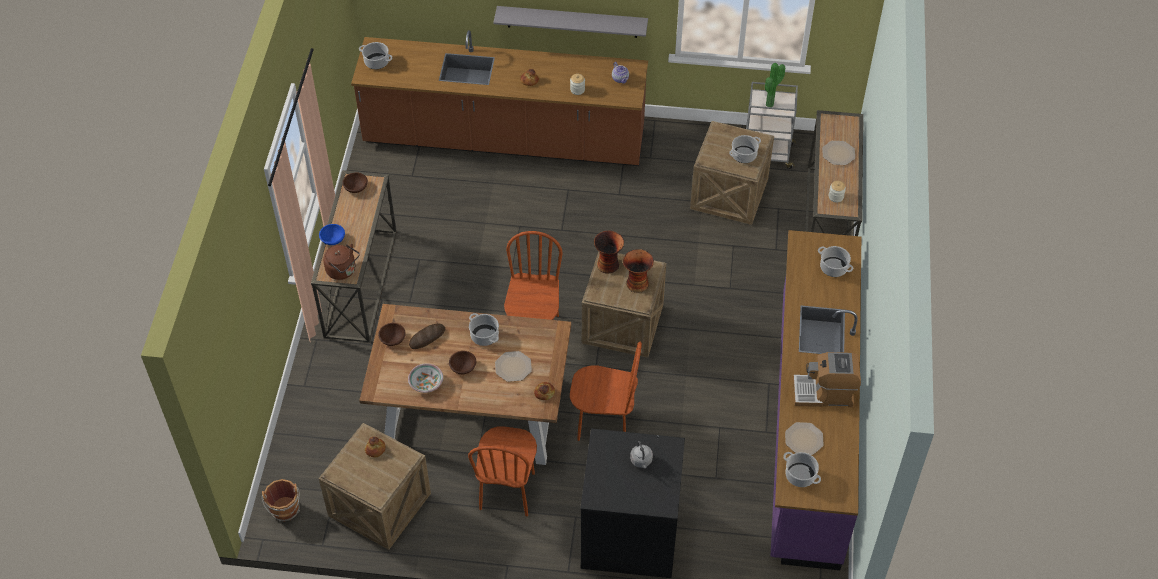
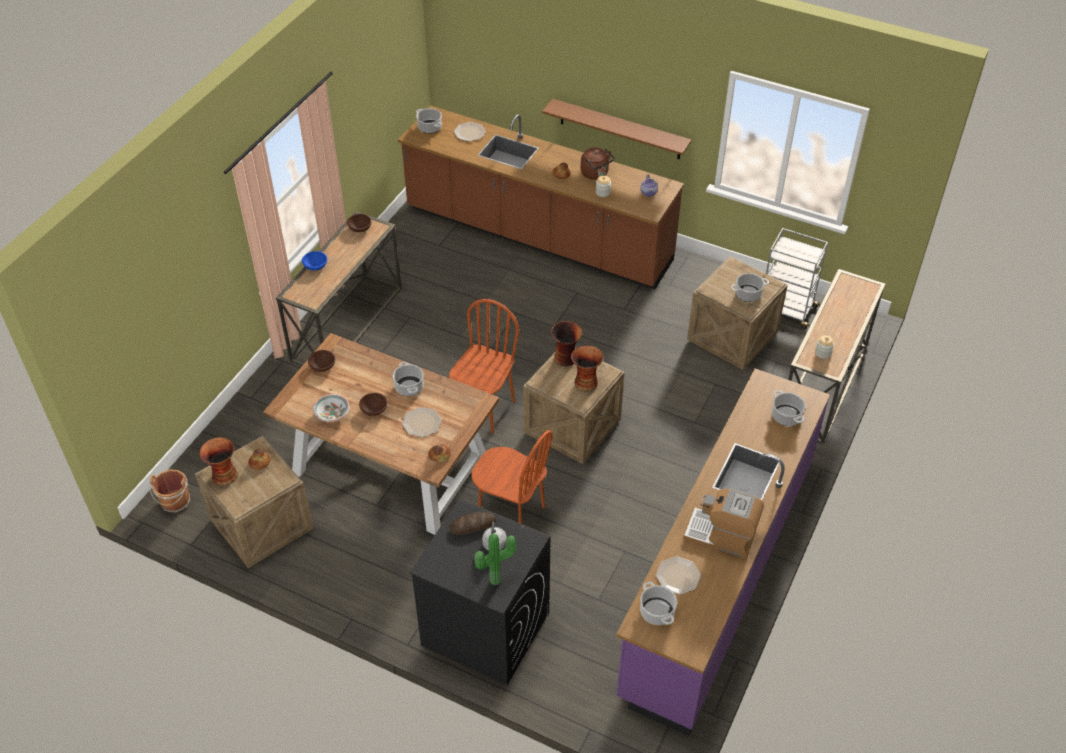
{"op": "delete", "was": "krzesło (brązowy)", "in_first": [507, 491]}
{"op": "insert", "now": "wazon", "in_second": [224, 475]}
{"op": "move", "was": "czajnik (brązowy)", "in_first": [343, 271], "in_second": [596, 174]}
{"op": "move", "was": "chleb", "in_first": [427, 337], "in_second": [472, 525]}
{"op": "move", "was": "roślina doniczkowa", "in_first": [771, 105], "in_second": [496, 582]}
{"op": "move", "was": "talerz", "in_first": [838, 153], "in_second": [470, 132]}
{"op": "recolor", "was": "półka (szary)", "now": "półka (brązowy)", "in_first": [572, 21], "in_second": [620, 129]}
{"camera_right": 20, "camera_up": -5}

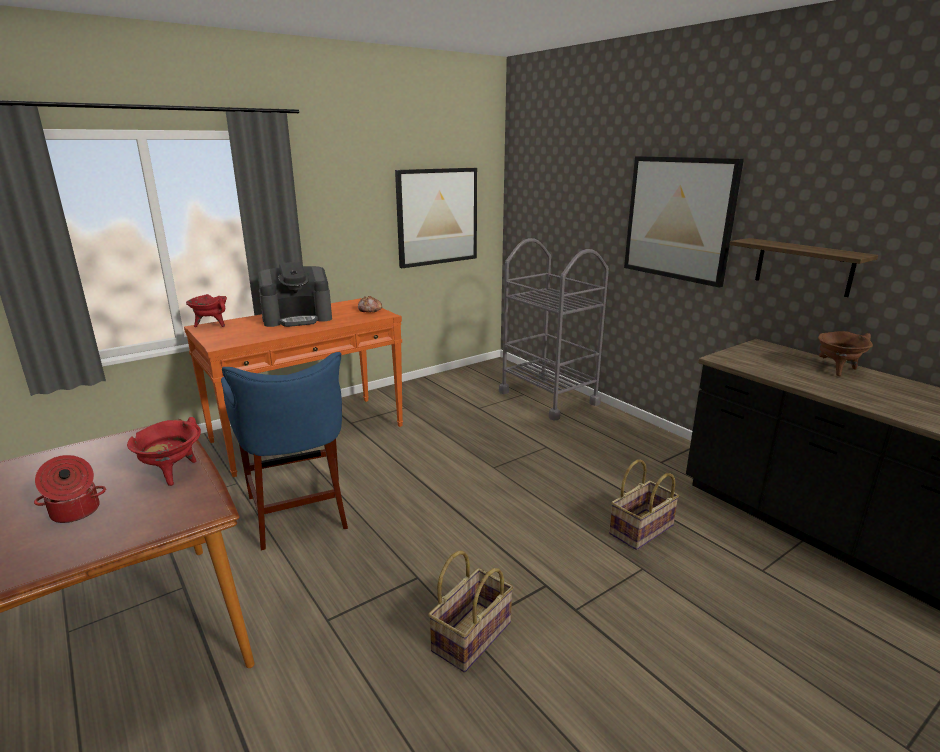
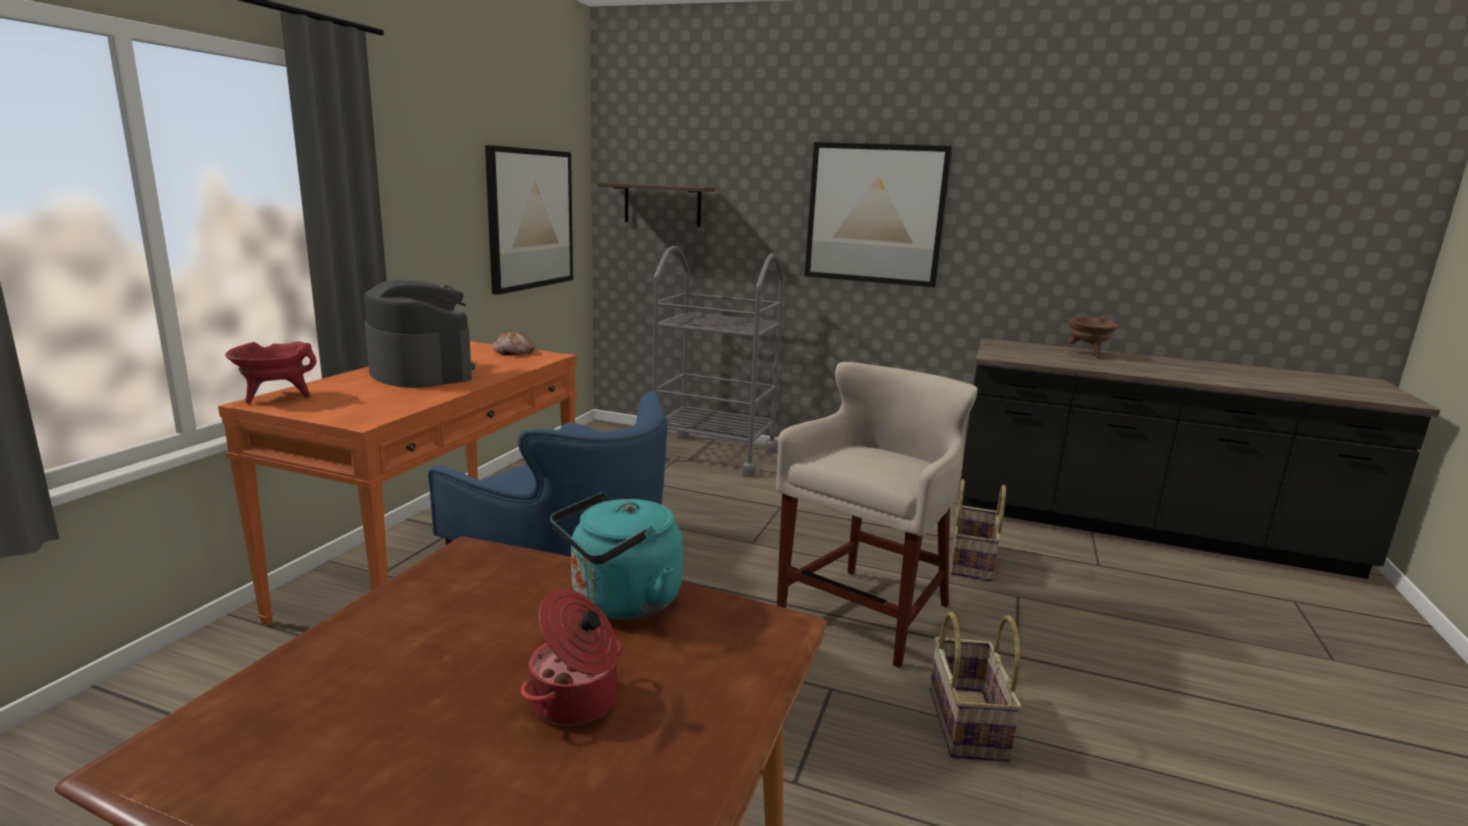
{"op": "insert", "now": "stołek (beżowy)", "in_second": [866, 614]}
{"op": "move", "was": "półka", "in_first": [803, 267], "in_second": [662, 204]}
{"op": "replace", "was": "garnek (czerwony)", "now": "czajnik (turkusowy)", "in_first": [171, 473], "in_second": [620, 603]}
{"op": "rotate", "was": "ekspres do kawy", "in_first": [297, 318], "in_second": [421, 372], "clockwise": -75}
{"camera_right": -35, "camera_up": -5}

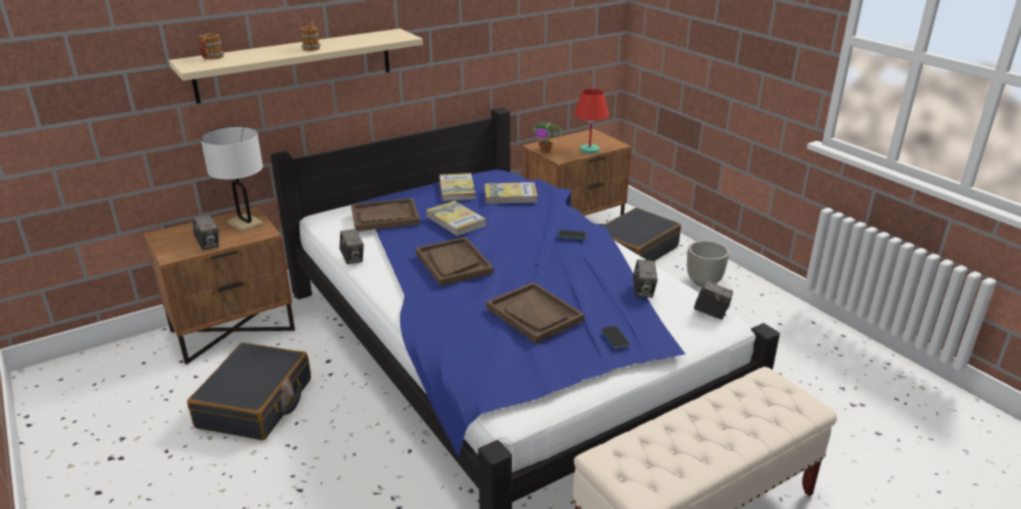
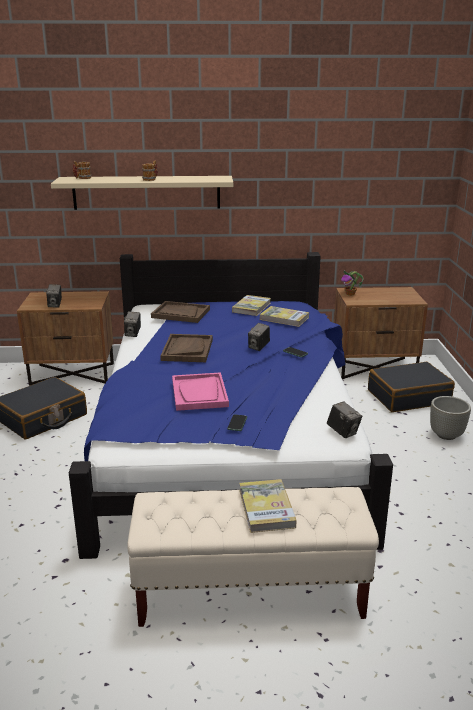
{"op": "delete", "was": "lampa stołowa (biały)", "in_first": [245, 223]}
{"op": "delete", "was": "lampa stołowa (czerwony)", "in_first": [590, 150]}
{"op": "move", "was": "książka", "in_first": [455, 221], "in_second": [266, 508]}
{"op": "move", "was": "aparat fotograficzny", "in_first": [643, 291], "in_second": [259, 347]}
{"op": "recolor", "was": "taca (brązowy)", "now": "taca (różowy)", "in_first": [534, 314], "in_second": [199, 393]}
{"camera_right": 30, "camera_up": -5}

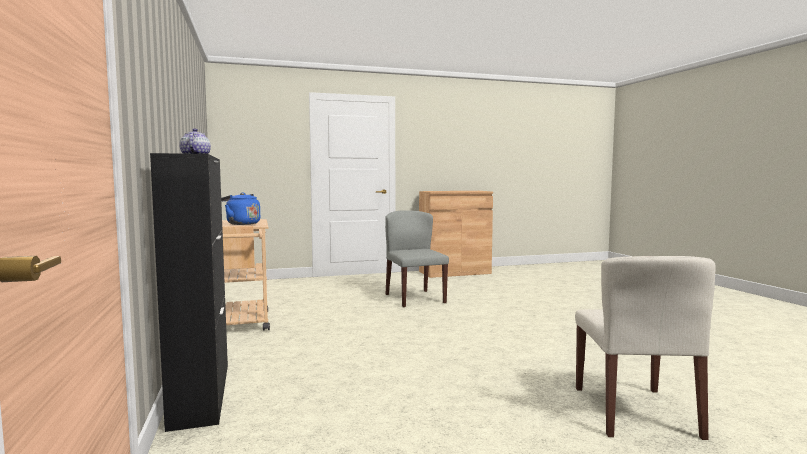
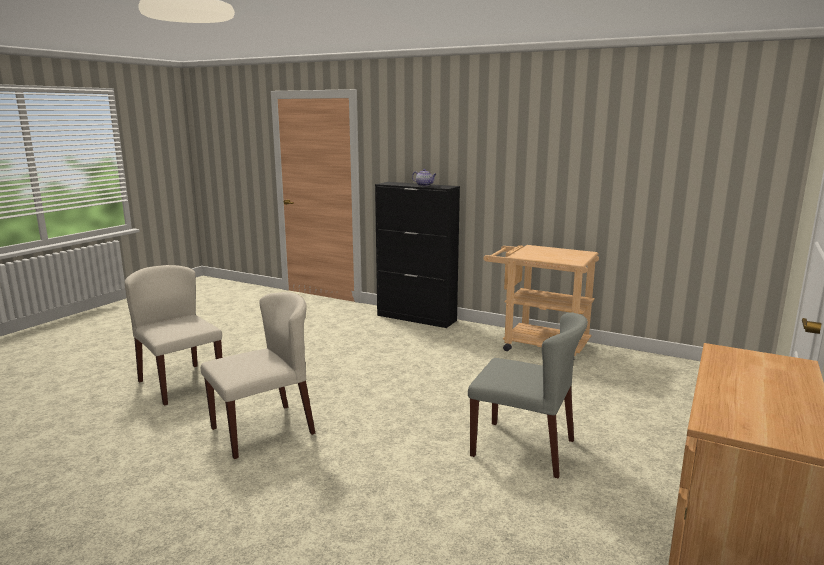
{"op": "delete", "was": "czajnik (niebieski)", "in_first": [241, 224]}
{"op": "insert", "now": "krzesło (beżowy)", "in_second": [263, 430]}
{"camera_right": 135, "camera_up": 10}

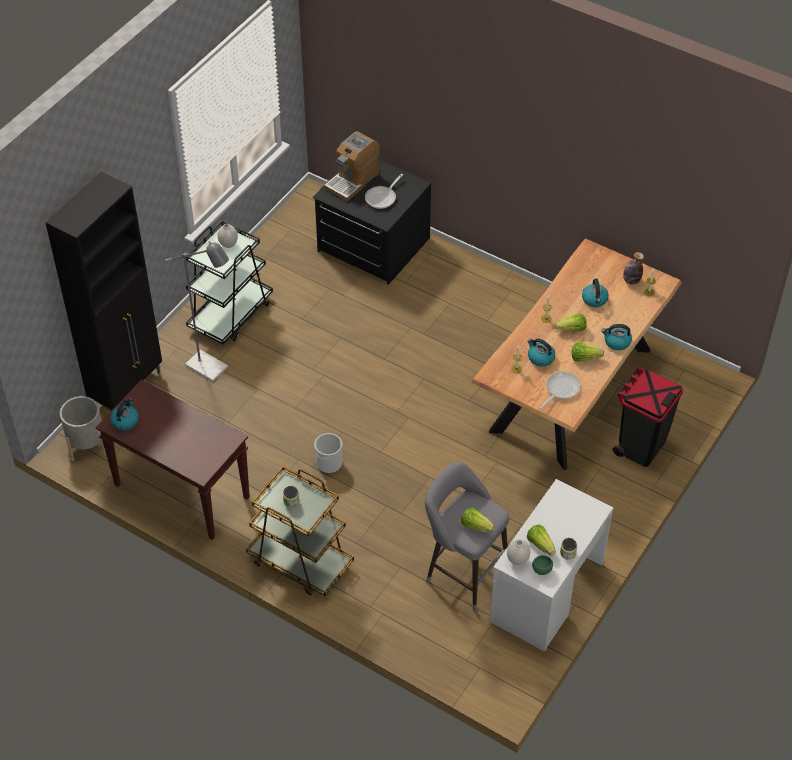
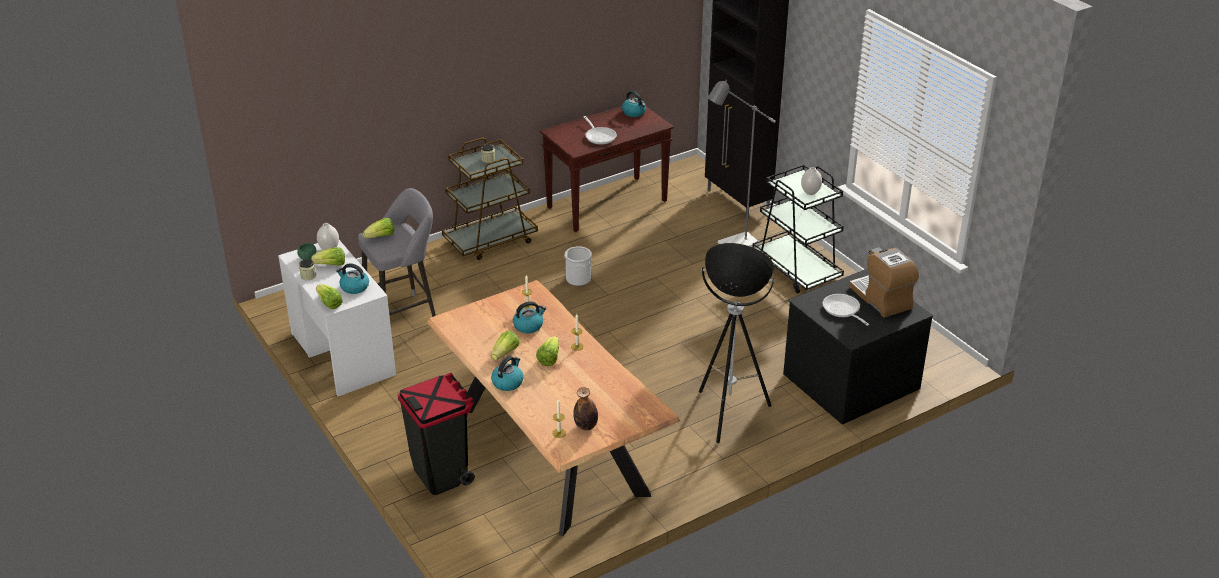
{"op": "delete", "was": "donica (szary)", "in_first": [87, 444]}
{"op": "insert", "now": "sałata", "in_second": [329, 303]}
{"op": "insert", "now": "lampa stojąca", "in_second": [728, 415]}
{"op": "move", "was": "patelnia", "in_first": [560, 389], "in_second": [599, 136]}
{"op": "move", "was": "czajnik", "in_first": [594, 300], "in_second": [354, 287]}
{"camera_right": 115, "camera_up": -15}

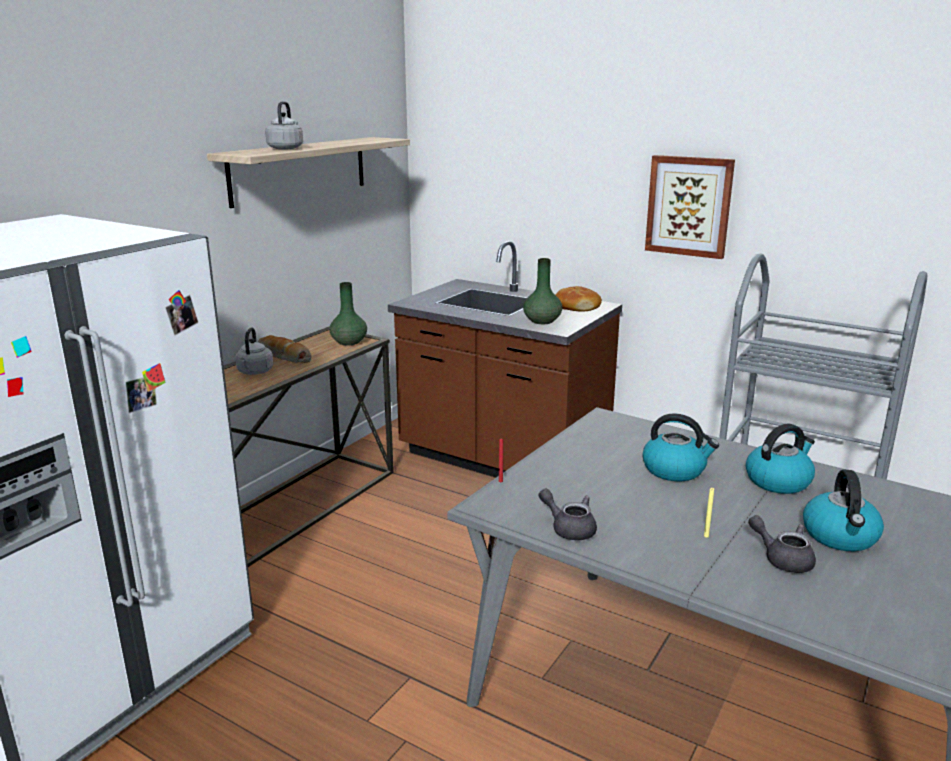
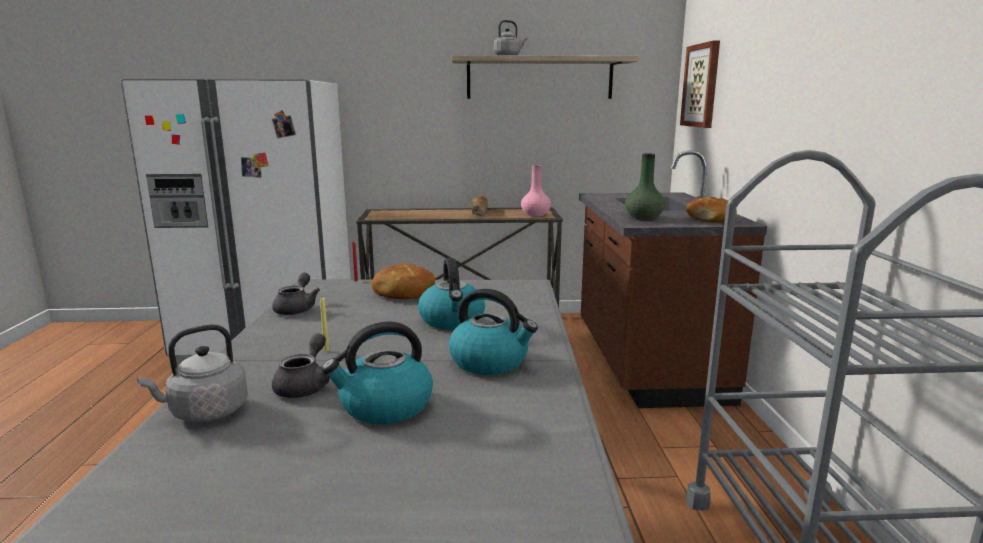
{"op": "insert", "now": "chleb", "in_second": [403, 292]}
{"op": "move", "was": "czajnik (szary)", "in_first": [254, 372], "in_second": [205, 412]}
{"op": "move", "was": "obraz", "in_first": [689, 206], "in_second": [701, 85]}
{"op": "recolor", "was": "wazon (zielony)", "now": "wazon (różowy)", "in_first": [348, 342], "in_second": [535, 215]}
{"camera_right": 55, "camera_up": -5}

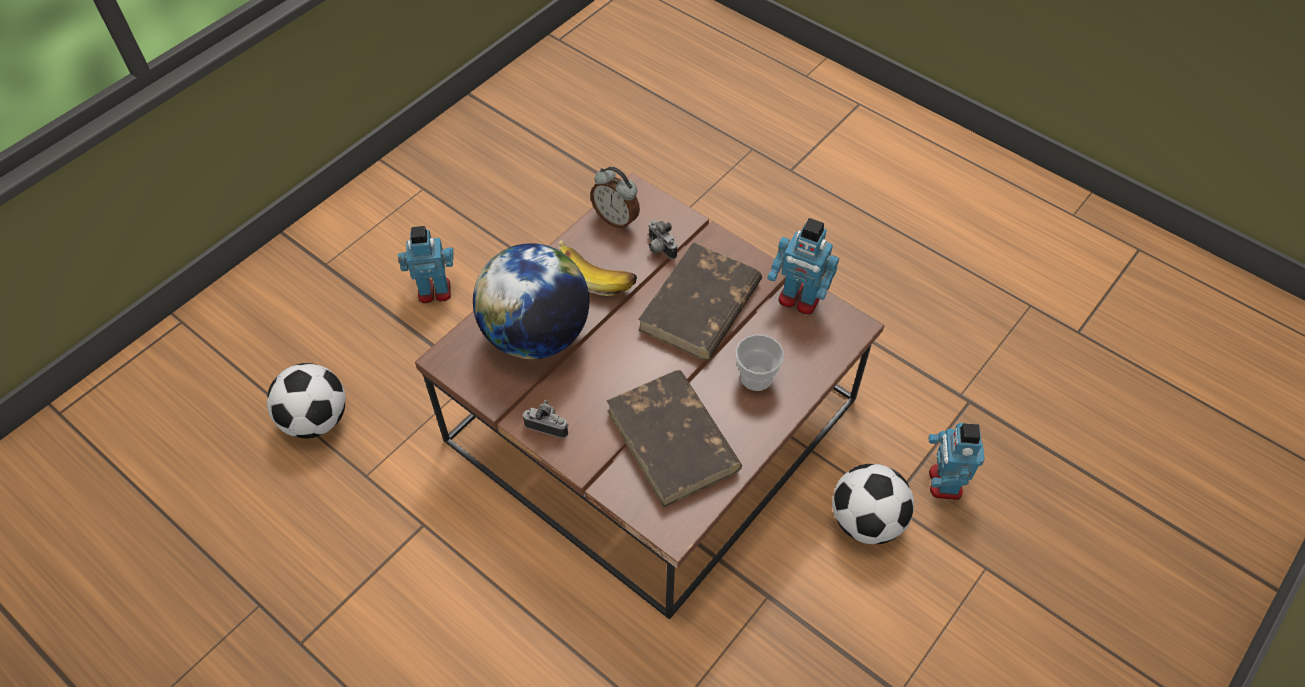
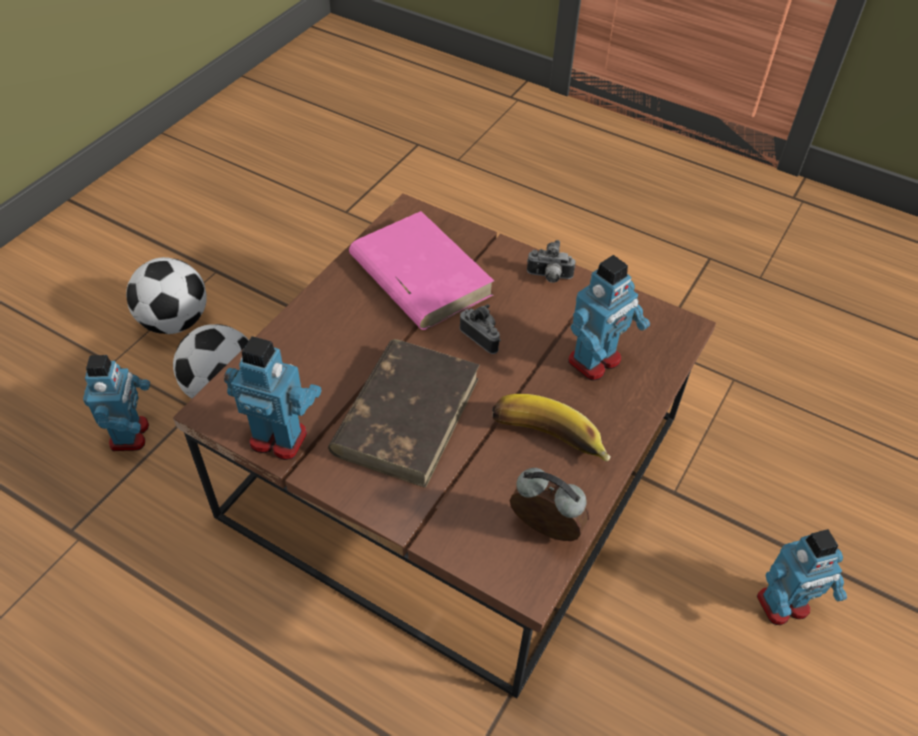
{"op": "delete", "was": "filiżanka", "in_first": [756, 377]}
{"op": "move", "was": "piłka futbolowa", "in_first": [316, 420], "in_second": [175, 321]}
{"op": "move", "was": "aparat fotograficzny", "in_first": [659, 248], "in_second": [482, 337]}
{"op": "replace", "was": "globus", "now": "robot zabawkowy", "in_first": [536, 335], "in_second": [595, 361]}
{"op": "recolor", "was": "książka (brązowy)", "now": "książka (różowy)", "in_first": [673, 441], "in_second": [419, 275]}
{"camera_right": 170, "camera_up": -5}

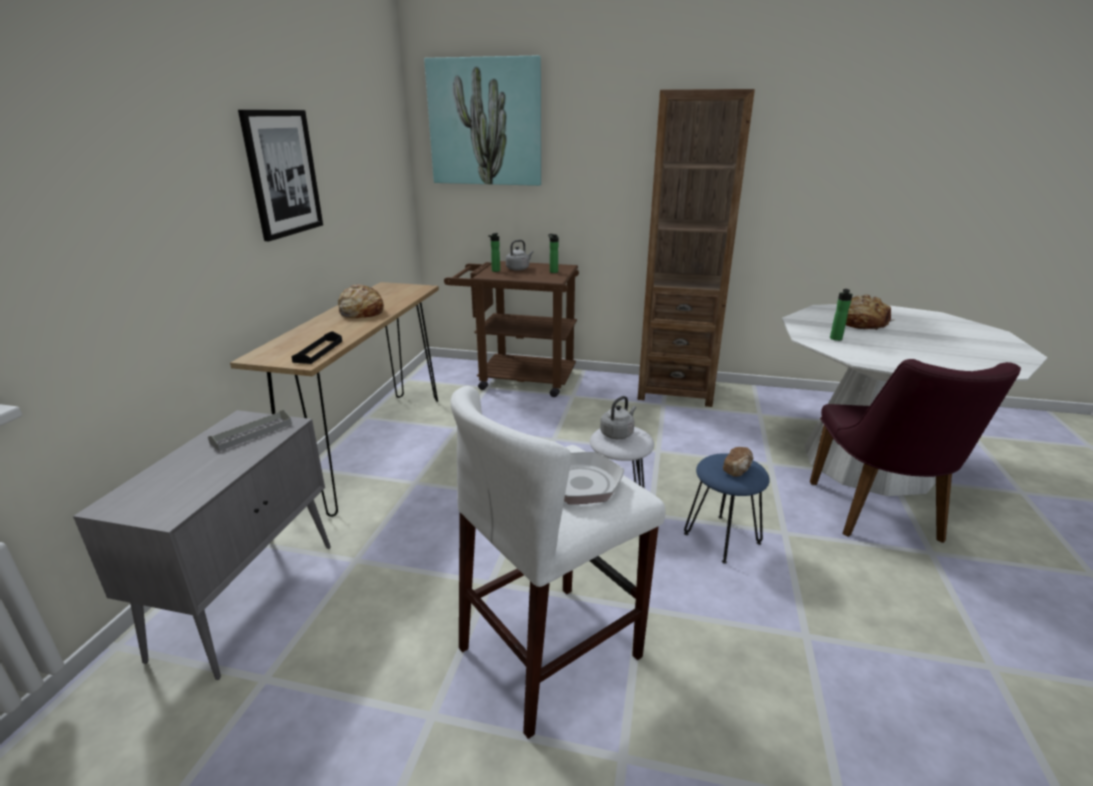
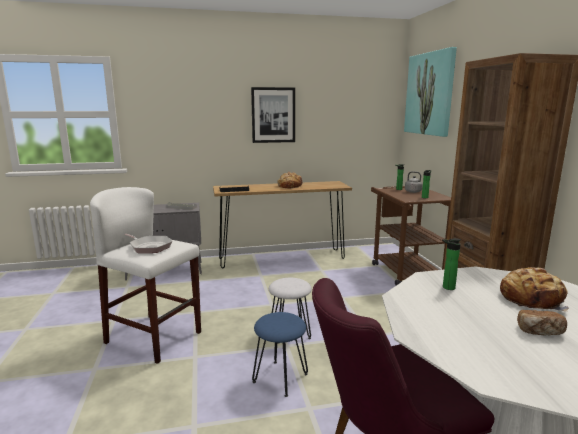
{"op": "delete", "was": "czajnik (szary)", "in_first": [618, 433]}
{"op": "move", "was": "chleb", "in_first": [738, 469], "in_second": [540, 332]}
{"camera_right": 65, "camera_up": -10}

